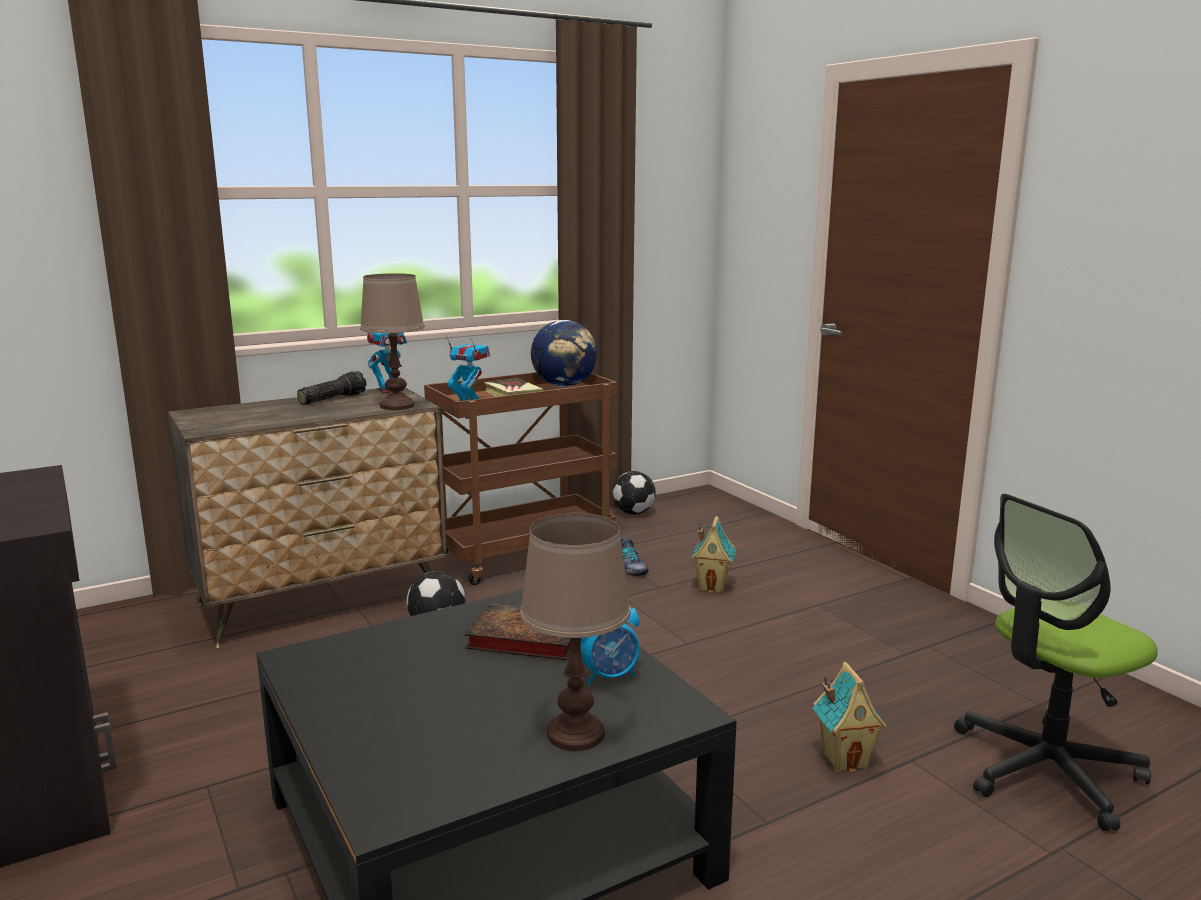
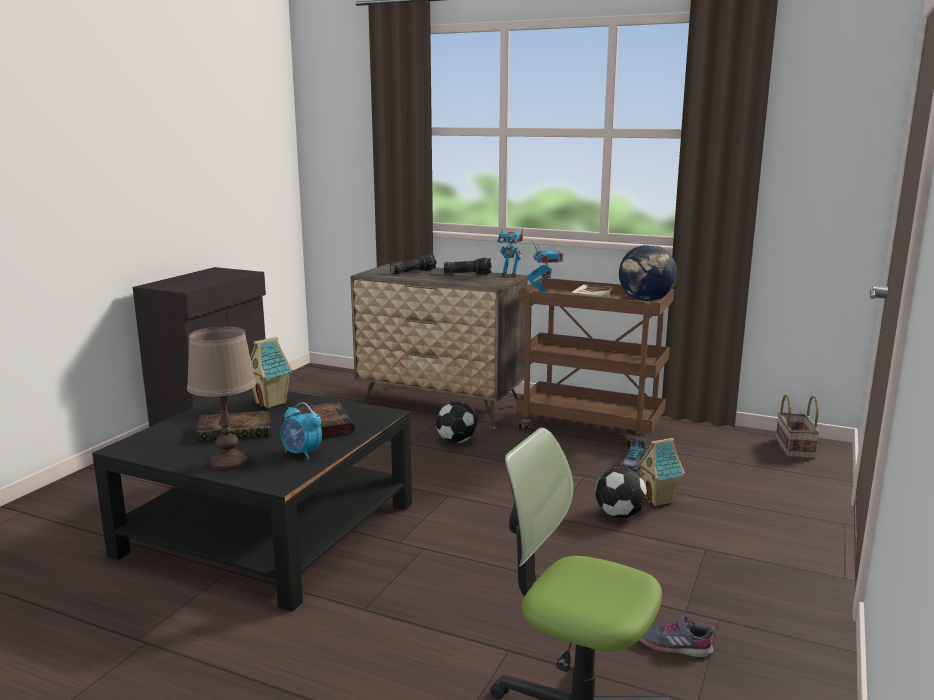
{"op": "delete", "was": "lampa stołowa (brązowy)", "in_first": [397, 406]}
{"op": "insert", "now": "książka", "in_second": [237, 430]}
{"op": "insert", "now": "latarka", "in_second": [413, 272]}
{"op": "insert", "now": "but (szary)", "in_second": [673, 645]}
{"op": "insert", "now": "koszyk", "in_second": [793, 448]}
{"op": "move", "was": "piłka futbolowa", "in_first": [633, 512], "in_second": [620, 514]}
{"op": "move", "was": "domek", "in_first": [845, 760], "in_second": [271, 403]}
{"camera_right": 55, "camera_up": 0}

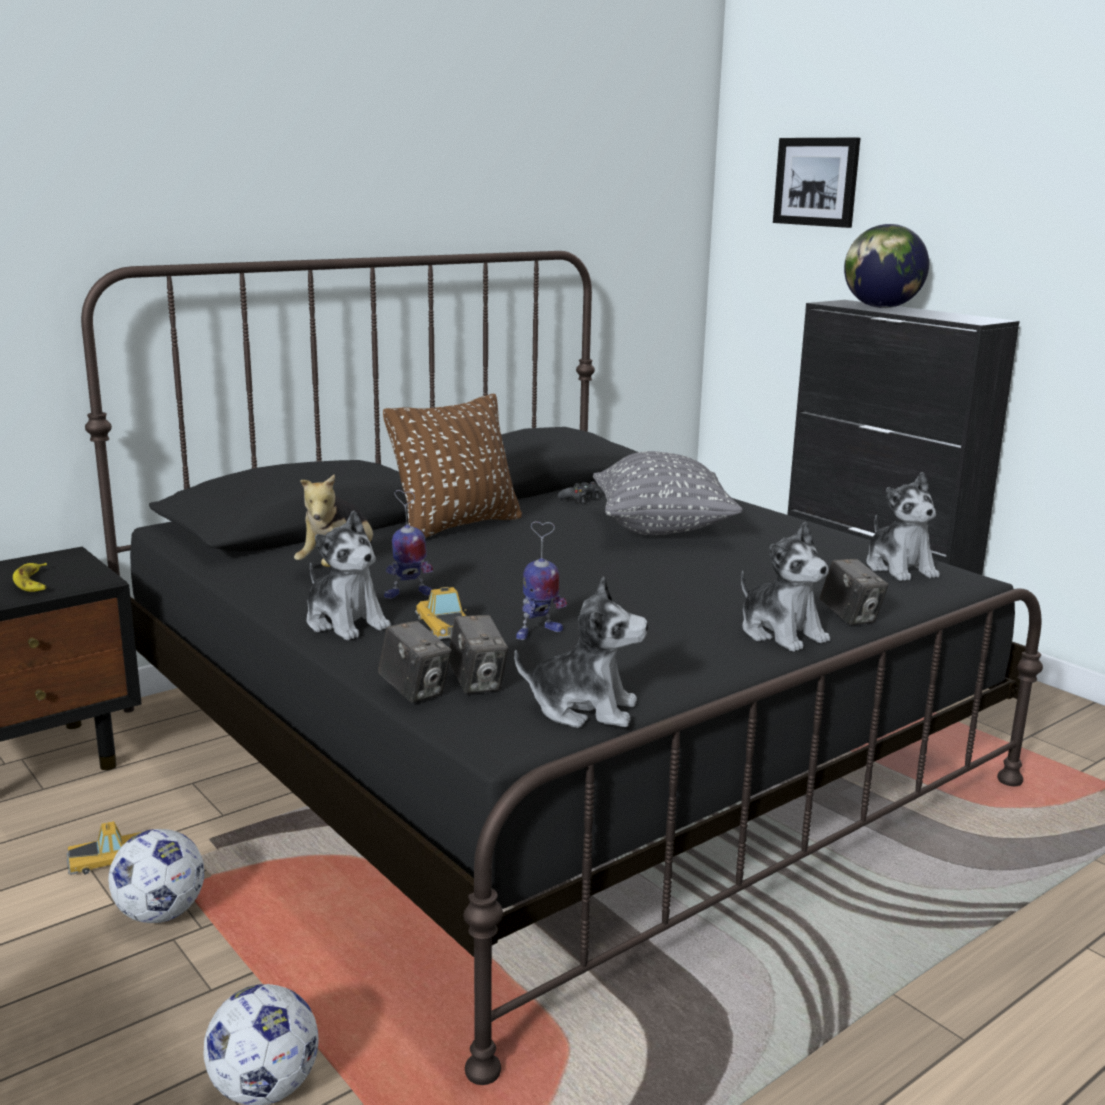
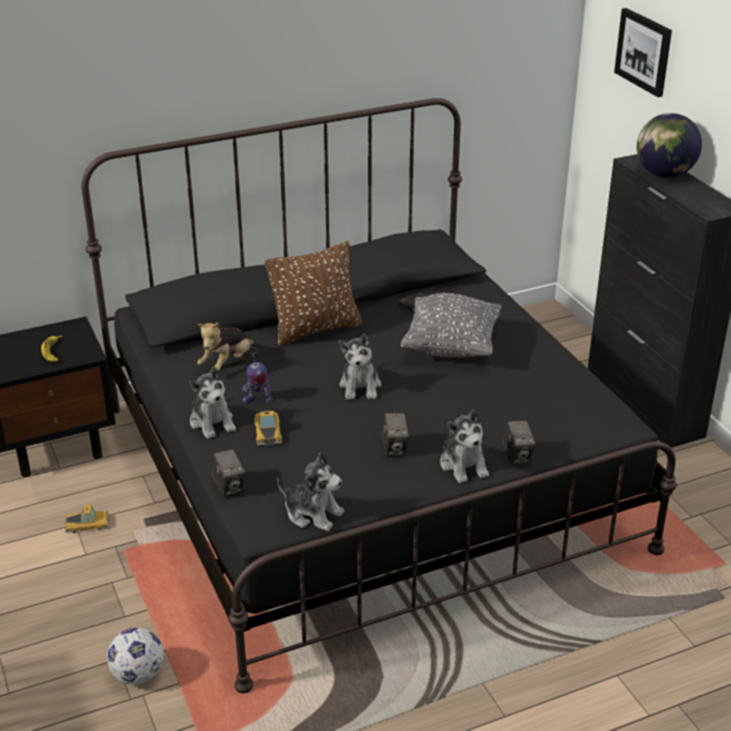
{"op": "delete", "was": "piłka futbolowa", "in_first": [160, 914]}
{"op": "delete", "was": "robot zabawkowy", "in_first": [538, 633]}
{"op": "move", "was": "aparat fotograficzny", "in_first": [477, 683], "in_second": [394, 448]}
{"op": "move", "was": "pluszak", "in_first": [899, 568], "in_second": [360, 386]}
{"camera_right": 15, "camera_up": 15}

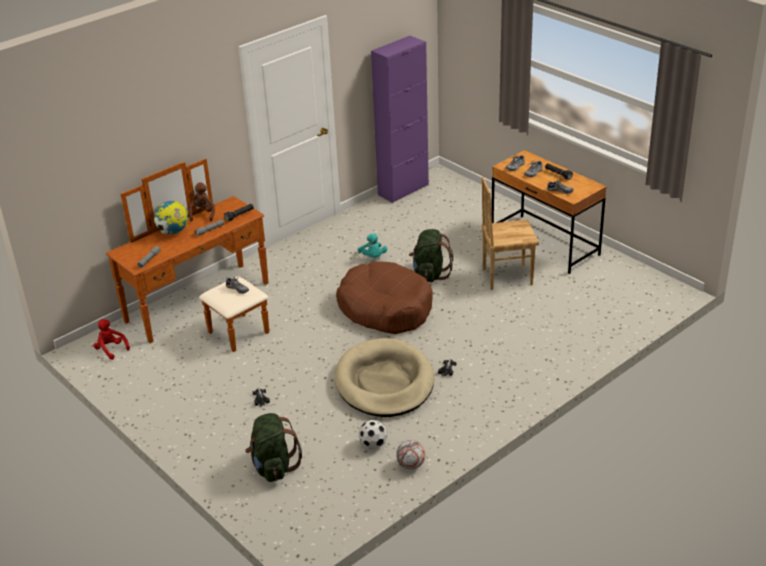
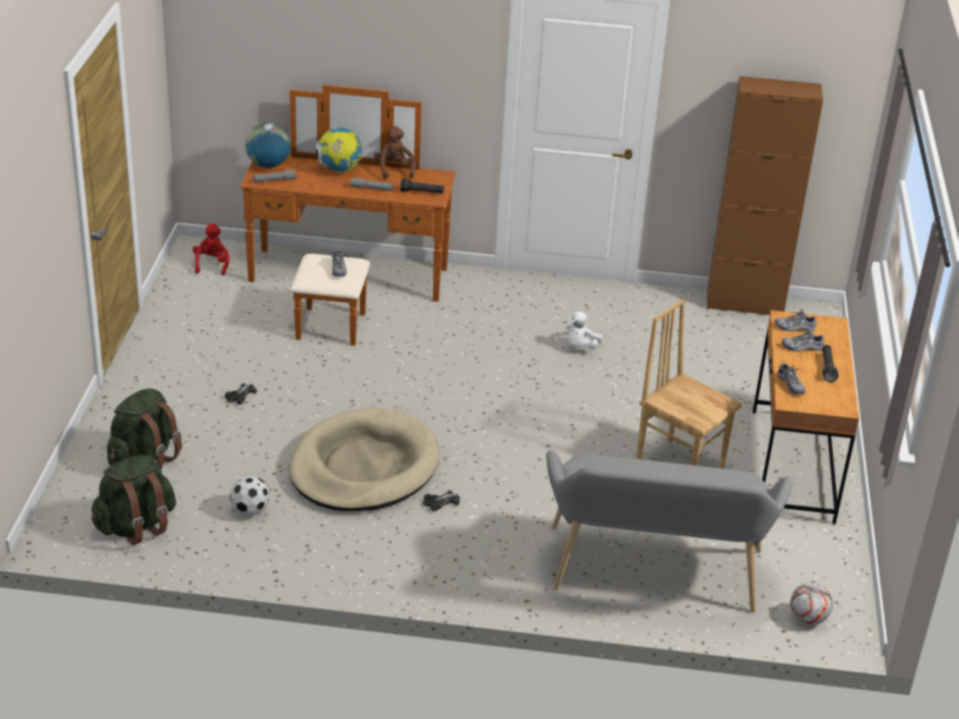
{"op": "delete", "was": "legowisko (brązowy)", "in_first": [385, 308]}
{"op": "insert", "now": "globus", "in_second": [268, 165]}
{"op": "insert", "now": "ławka (szary)", "in_second": [654, 576]}
{"op": "move", "was": "piłka futbolowa", "in_first": [411, 465], "in_second": [808, 618]}
{"op": "move", "was": "plecak (zielony)", "in_first": [430, 274], "in_second": [136, 526]}
{"op": "recolor", "was": "pluszak (turkusowy)", "now": "pluszak (biały)", "in_first": [373, 257], "in_second": [580, 347]}
{"op": "recolor", "was": "szafka (fioletowy)", "now": "szafka (brązowy)", "in_first": [403, 190], "in_second": [744, 304]}
{"op": "rotate", "was": "pluszak (brązowy)", "in_first": [202, 214], "in_second": [394, 170], "clockwise": -60}
{"camera_right": 45, "camera_up": 0}

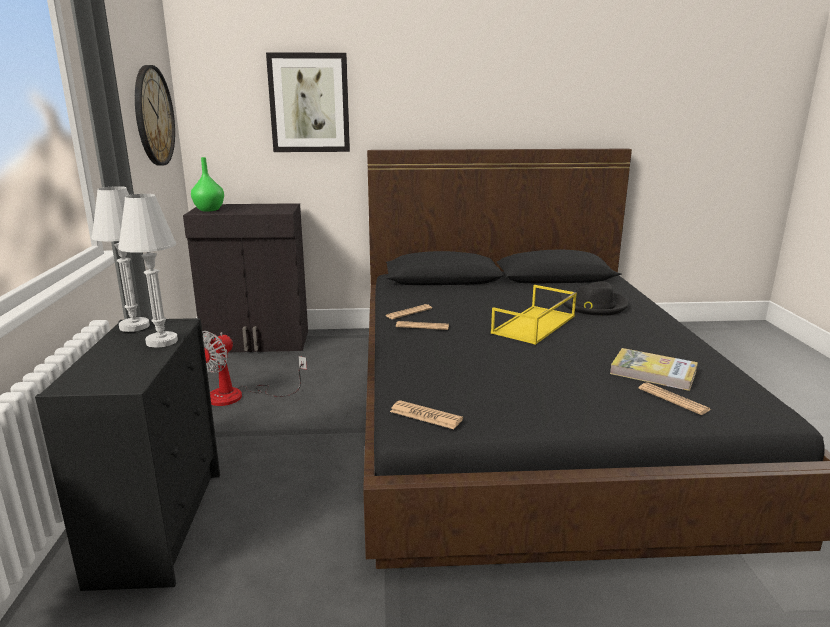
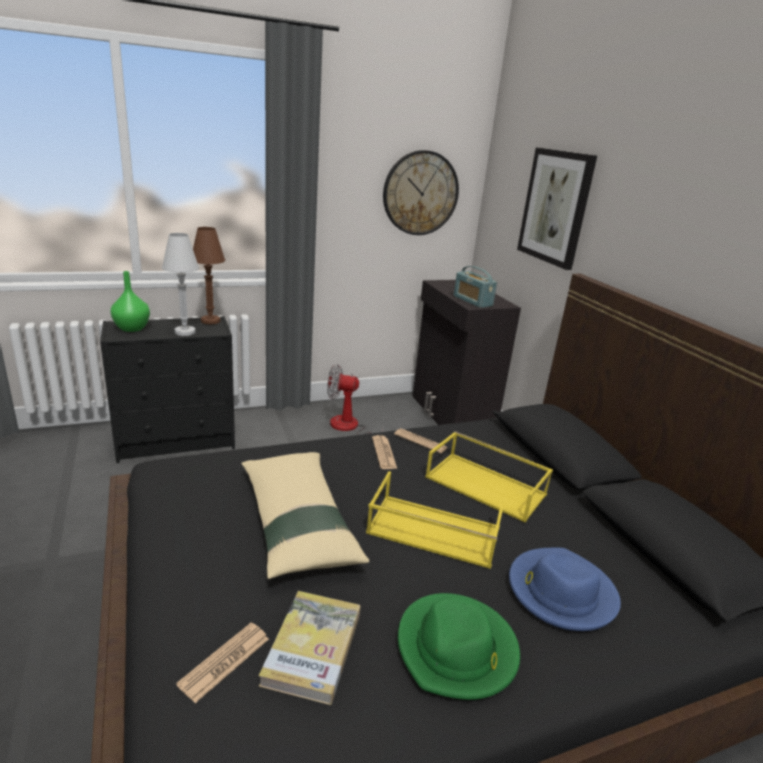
{"op": "delete", "was": "gazeta", "in_first": [426, 416]}
{"op": "insert", "now": "poduszka (beżowy)", "in_second": [297, 523]}
{"op": "insert", "now": "kapelusz (zielony)", "in_second": [457, 649]}
{"op": "insert", "now": "taca (żółty)", "in_second": [487, 486]}
{"op": "insert", "now": "radio", "in_second": [472, 301]}
{"op": "move", "was": "wazon (zielony)", "in_first": [209, 210], "in_second": [131, 328]}
{"op": "recolor", "was": "lampa stołowa (biały)", "now": "lampa stołowa (brązowy)", "in_first": [134, 326], "in_second": [210, 321]}
{"op": "recolor", "was": "kapelusz (czarny)", "now": "kapelusz (niebieski)", "in_first": [593, 305], "in_second": [560, 592]}
{"camera_right": 70, "camera_up": 5}

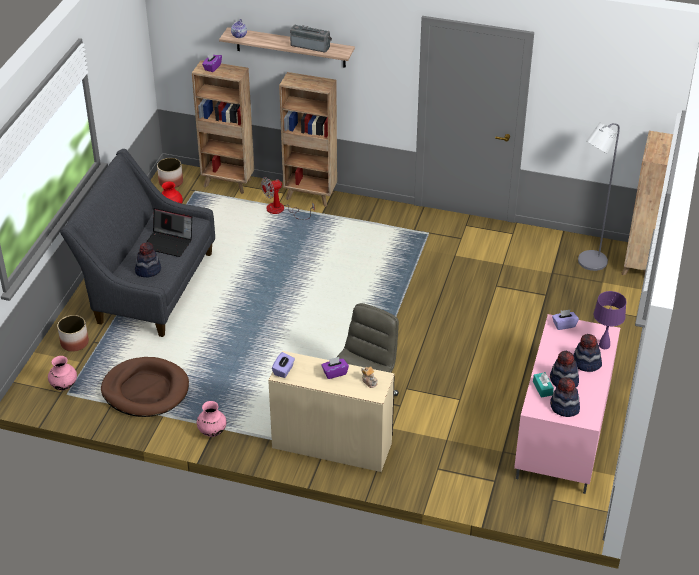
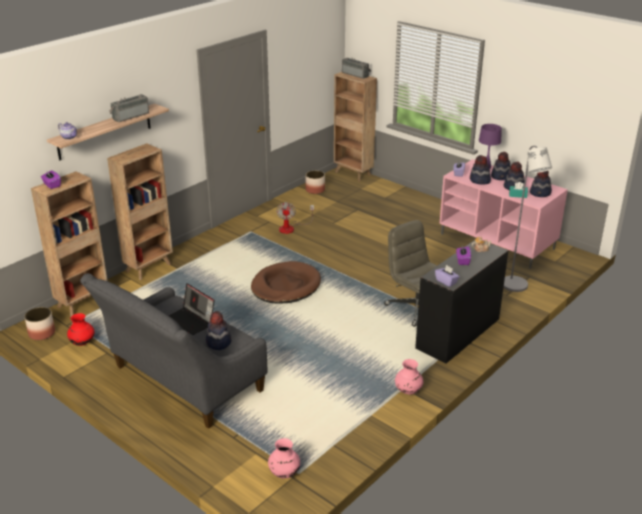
{"op": "insert", "now": "radio", "in_second": [356, 74]}
{"op": "insert", "now": "kapelusz", "in_second": [479, 181]}
{"op": "move", "was": "donica", "in_first": [74, 342], "in_second": [315, 190]}
{"op": "move", "was": "legowisko (brązowy)", "in_first": [145, 390], "in_second": [285, 286]}
{"op": "move", "was": "wentylator", "in_first": [281, 210], "in_second": [291, 228]}
{"op": "move", "was": "lampa stojąca (szary)", "in_first": [588, 263], "in_second": [516, 287]}
{"op": "recolor", "was": "biurko (beżowy)", "now": "biurko (czarny)", "in_first": [332, 444], "in_second": [457, 333]}
{"op": "rotate", "was": "laptop", "in_first": [169, 243], "in_second": [189, 322], "clockwise": 90}
{"camera_right": -65, "camera_up": -10}

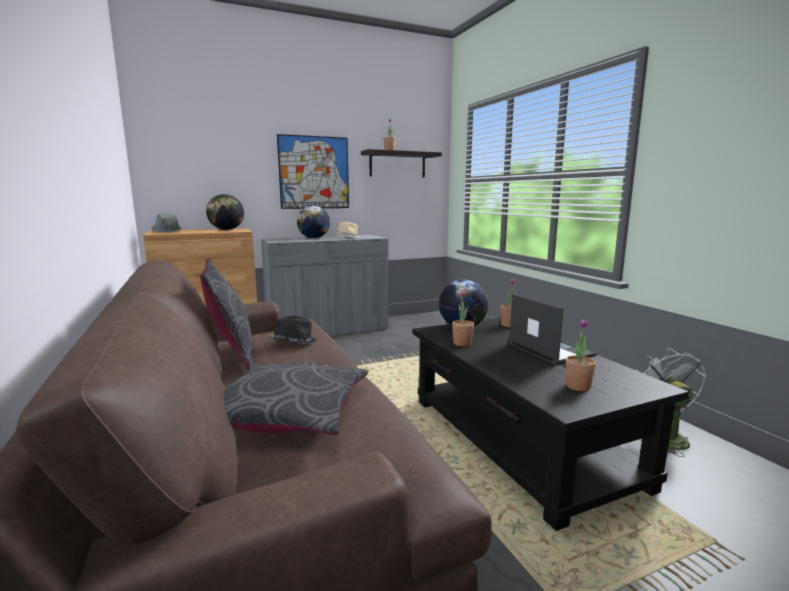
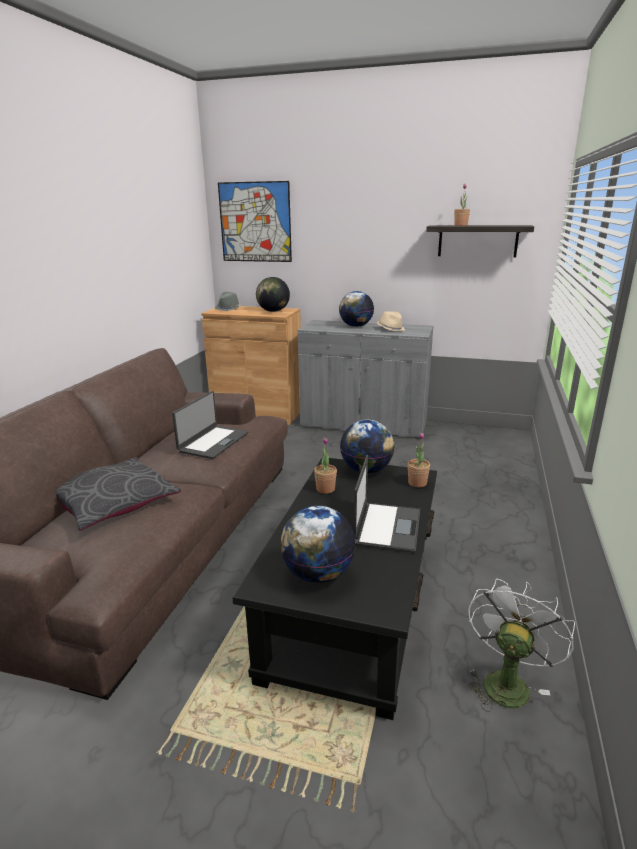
{"op": "delete", "was": "poduszka (szary)", "in_first": [231, 355]}
{"op": "move", "was": "obraz", "in_first": [314, 172], "in_second": [255, 222]}
{"op": "replace", "was": "kapelusz (czarny)", "now": "laptop", "in_first": [293, 342], "in_second": [213, 442]}
{"op": "replace", "was": "roślina doniczkowa", "now": "globus", "in_first": [578, 386], "in_second": [318, 574]}
{"camera_right": 40, "camera_up": 10}

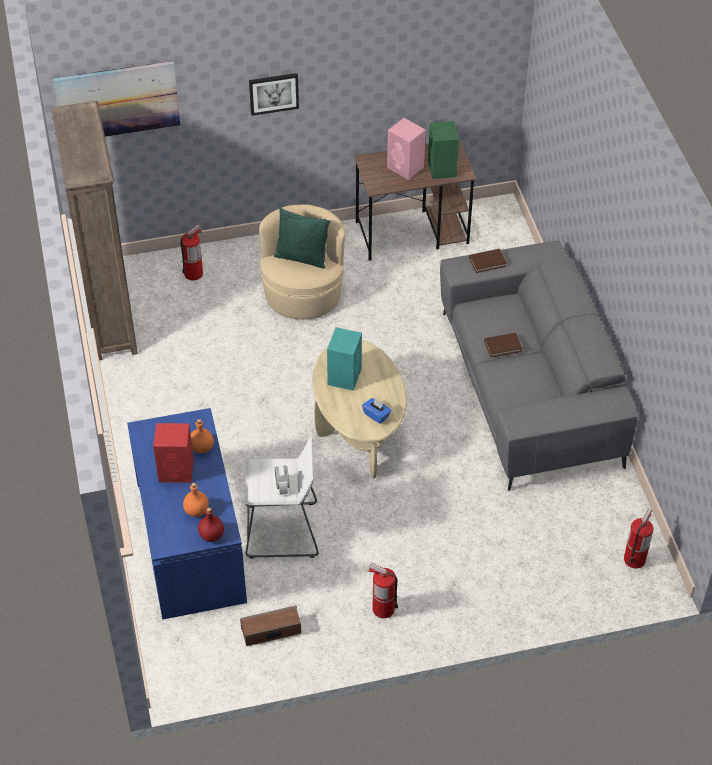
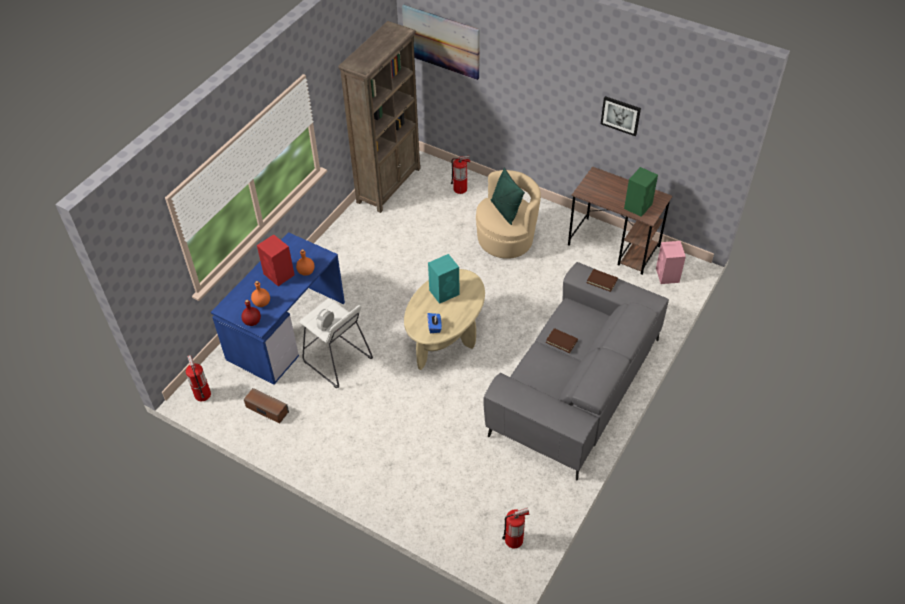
{"op": "move", "was": "obraz", "in_first": [273, 93], "in_second": [620, 115]}
{"op": "move", "was": "gaśnica", "in_first": [383, 609], "in_second": [202, 394]}
{"op": "move", "was": "głośnik (różowy)", "in_first": [406, 167], "in_second": [667, 276]}
{"camera_right": 45, "camera_up": 0}

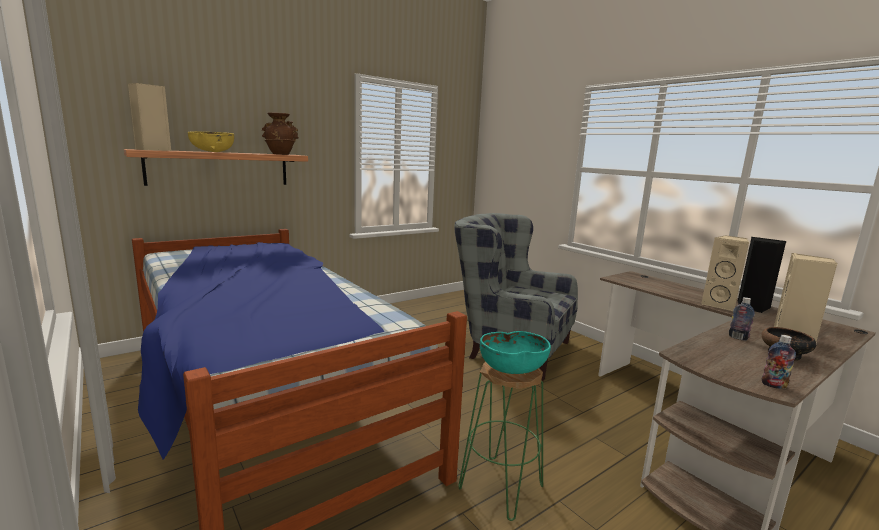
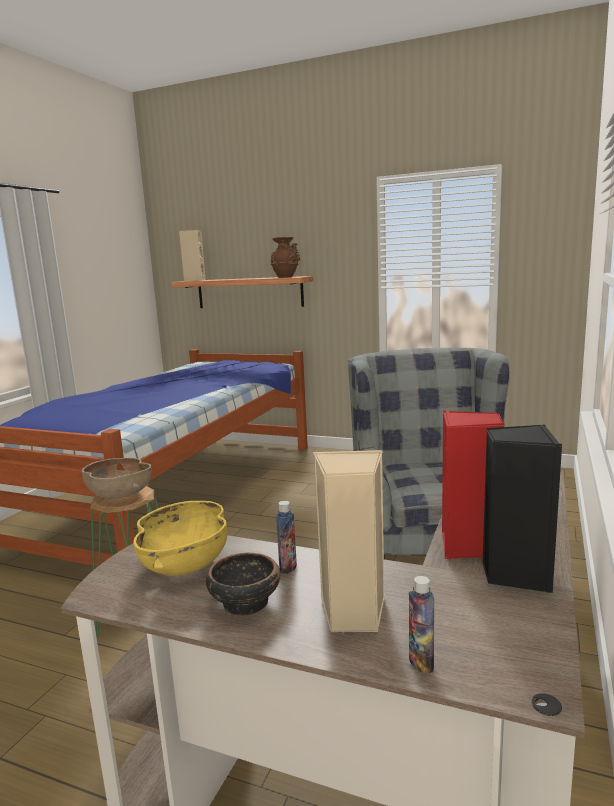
{"op": "move", "was": "miska (żółty)", "in_first": [213, 152], "in_second": [185, 563]}
{"op": "move", "was": "butelka", "in_first": [773, 385], "in_second": [421, 662]}
{"op": "recolor", "was": "miska (turkusowy)", "now": "miska (brązowy)", "in_first": [512, 369], "in_second": [119, 495]}
{"op": "recolor", "was": "głośnik (beżowy)", "now": "głośnik (czerwony)", "in_first": [720, 305], "in_second": [469, 546]}
{"camera_right": 60, "camera_up": 0}

